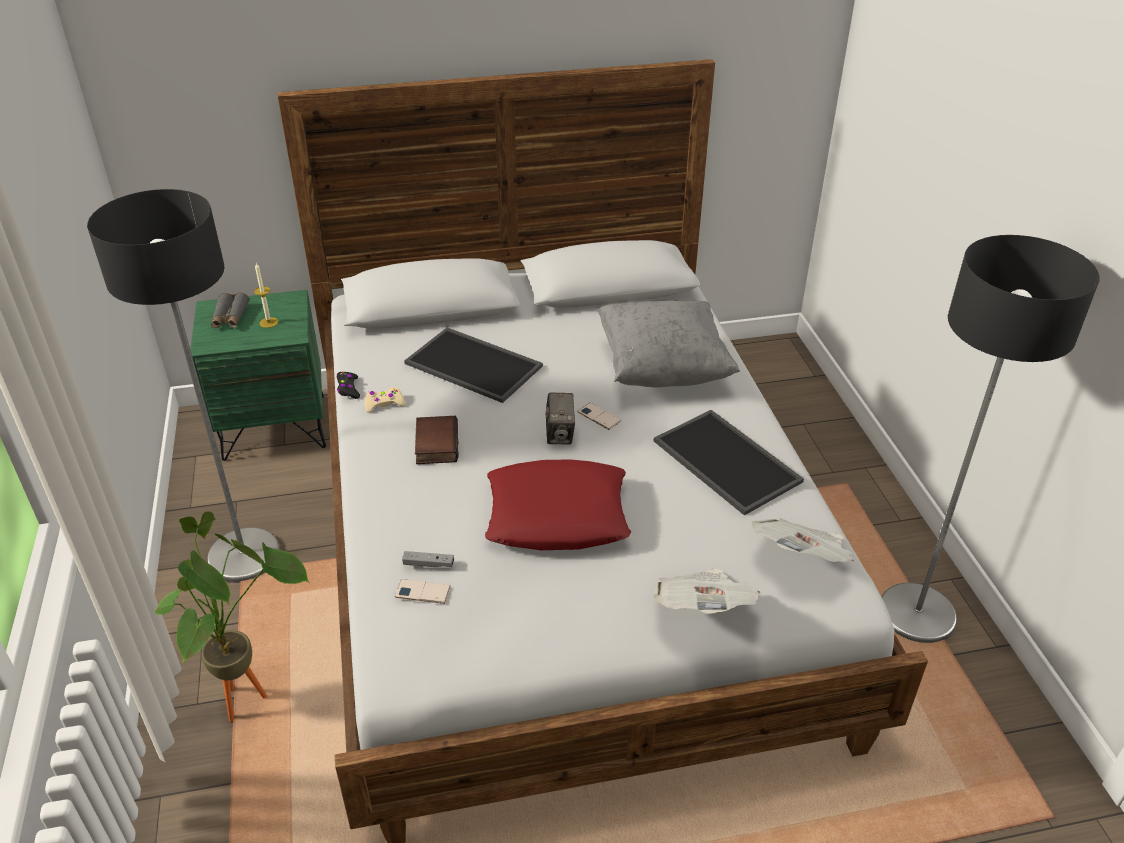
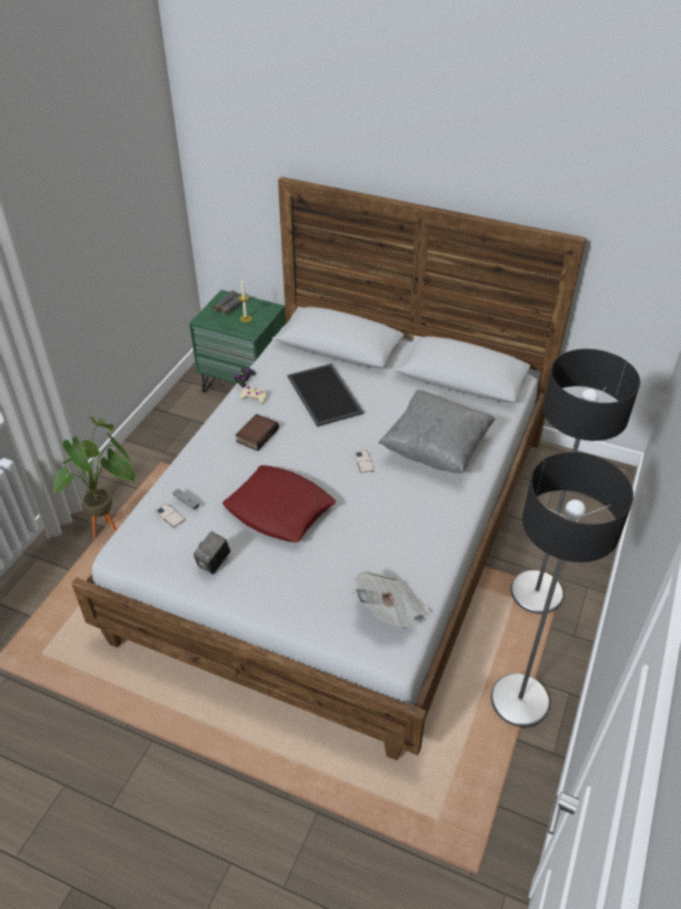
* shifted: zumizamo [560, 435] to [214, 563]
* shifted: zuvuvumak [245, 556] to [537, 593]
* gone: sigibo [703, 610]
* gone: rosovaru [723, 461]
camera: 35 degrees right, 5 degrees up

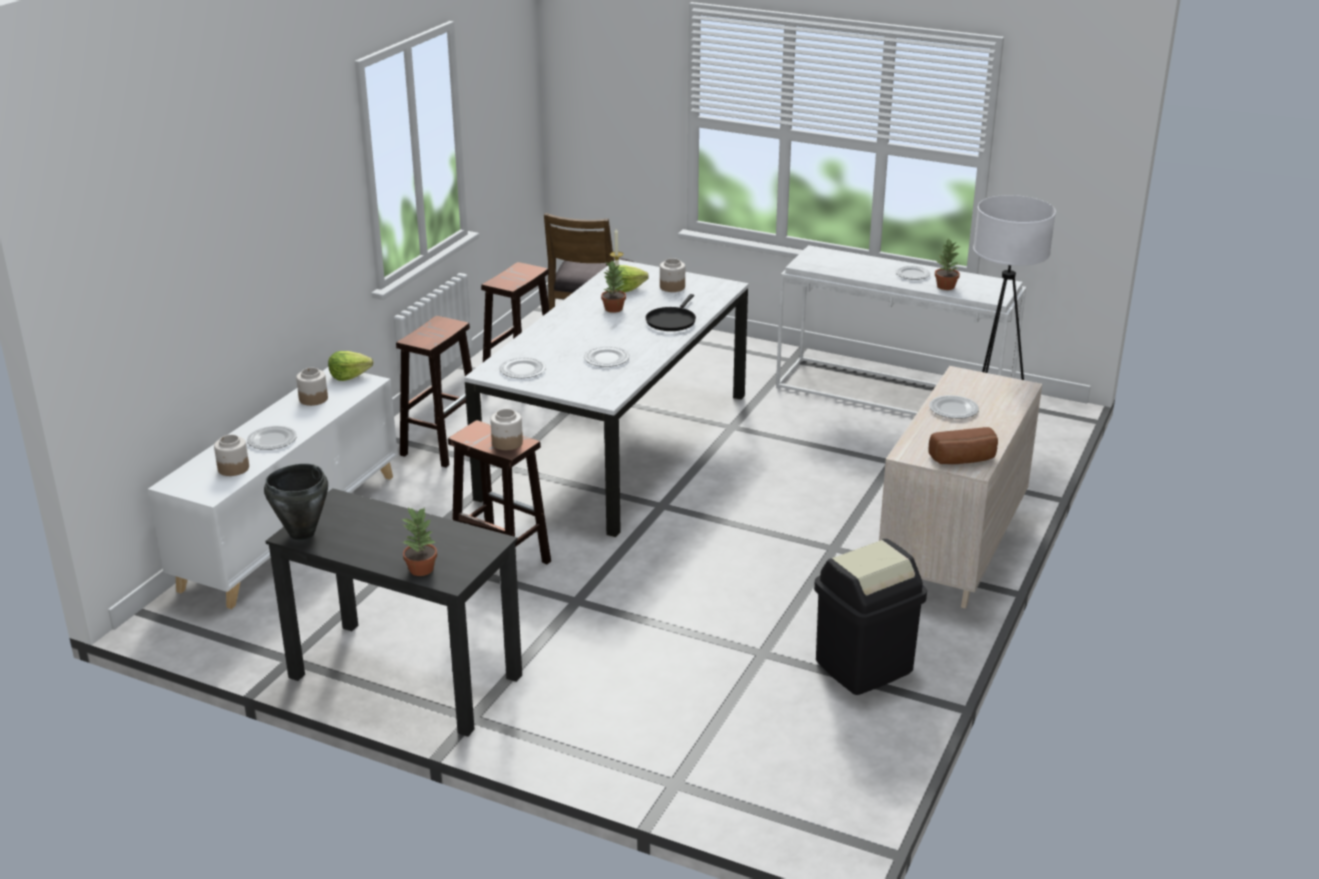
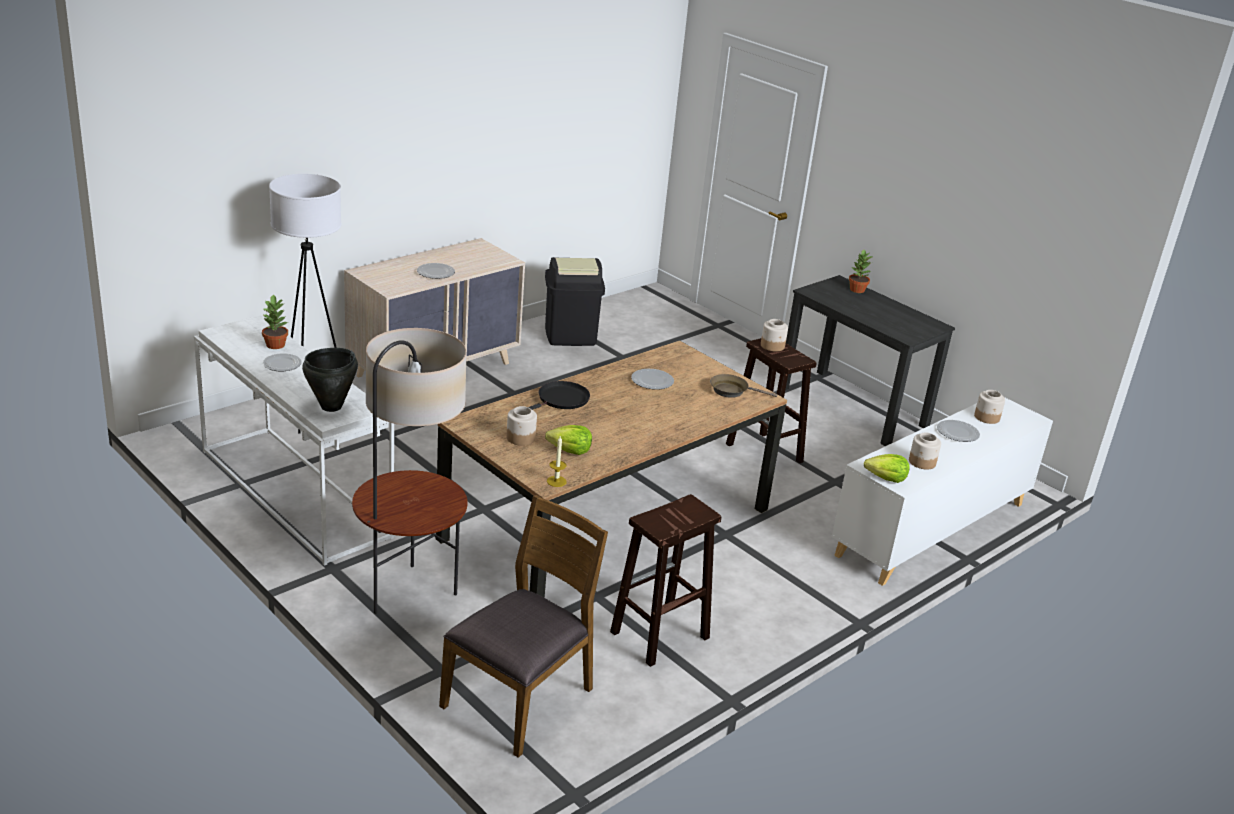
* shifted: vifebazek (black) [301, 533] to [332, 406]
* new: zuvuvumak [408, 594]
* repainted: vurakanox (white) [617, 445] to vurakanox (brown) [608, 523]
* swapped: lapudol [523, 370] to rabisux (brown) [732, 391]
* gone: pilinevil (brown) [442, 445]
* gone: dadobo [613, 308]
* gone: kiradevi [964, 460]
camera: 160 degrees left, 0 degrees up

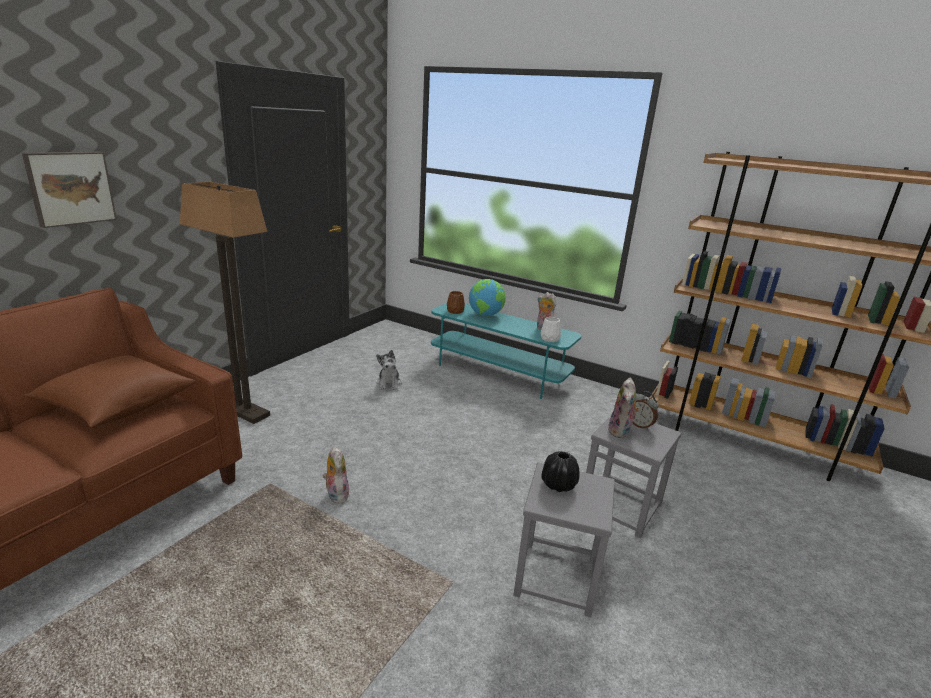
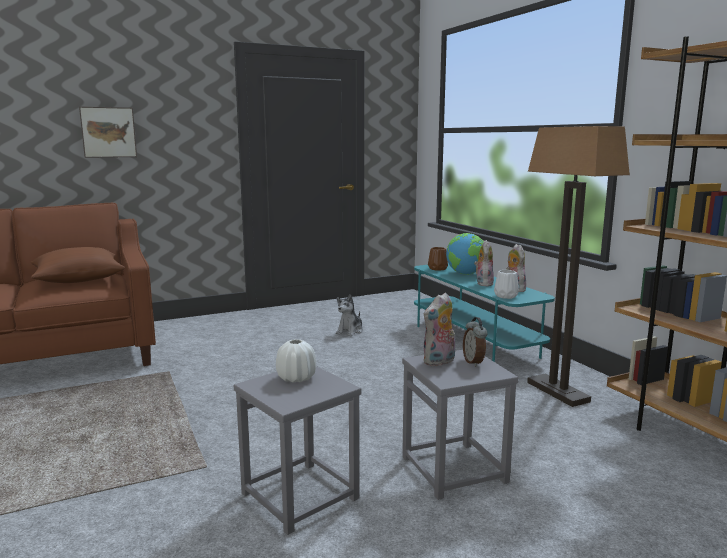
* repainted: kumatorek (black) [558, 484] to kumatorek (white) [296, 378]
* shifted: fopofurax [336, 494] to [483, 283]
* shifted: zuvuvumak [244, 411] to [558, 392]
camera: 35 degrees right, 10 degrees down

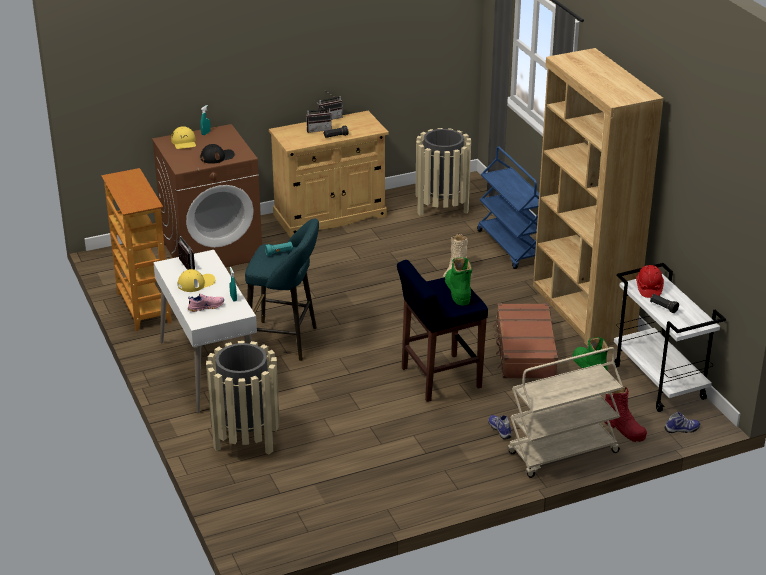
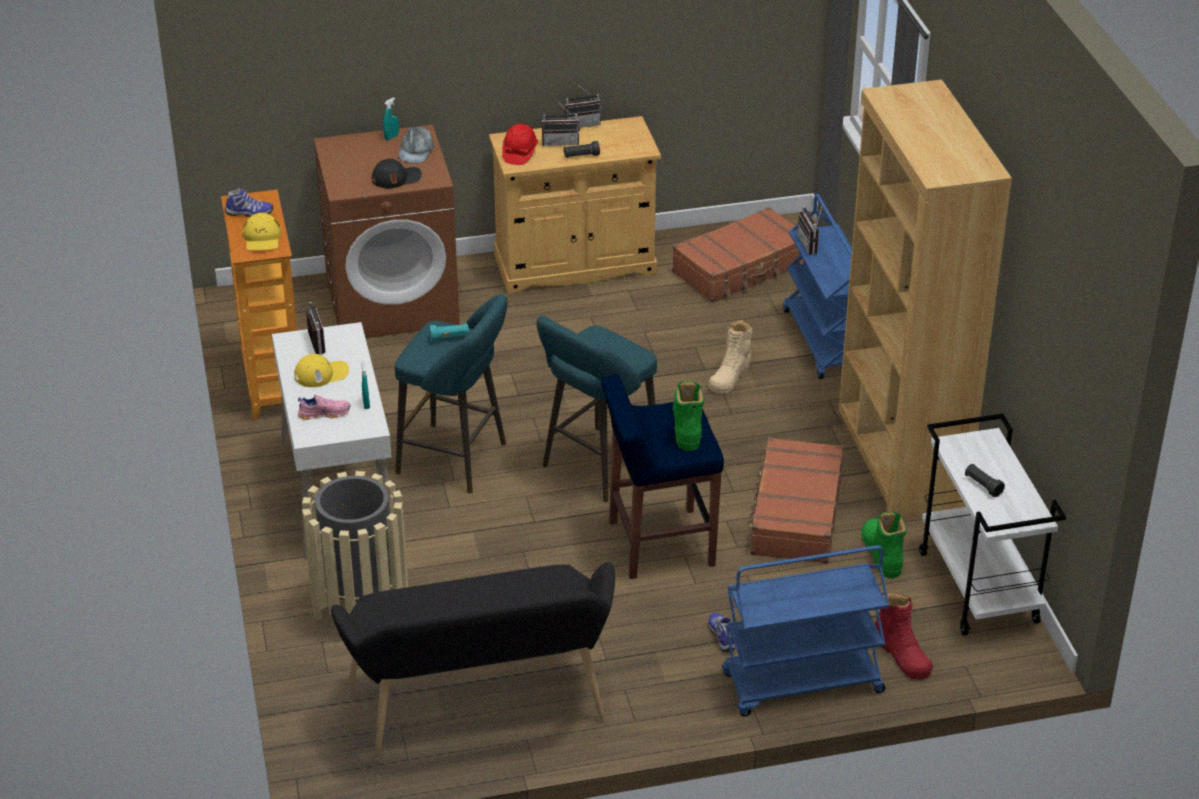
* shifted: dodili [682, 429] to [249, 213]
* shifted: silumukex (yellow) [184, 142] to [262, 238]
* new: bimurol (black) [482, 710]
* new: silumukex (grey) [416, 151]
* shifted: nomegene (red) [648, 288] to [519, 153]
* new: pilinevil (turquoise) [596, 468]
* swapped: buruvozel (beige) [442, 208] to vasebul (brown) [741, 268]
* repainted: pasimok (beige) [562, 453] to pasimok (blue) [801, 684]
* new: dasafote [811, 244]
camera: 10 degrees right, 5 degrees up

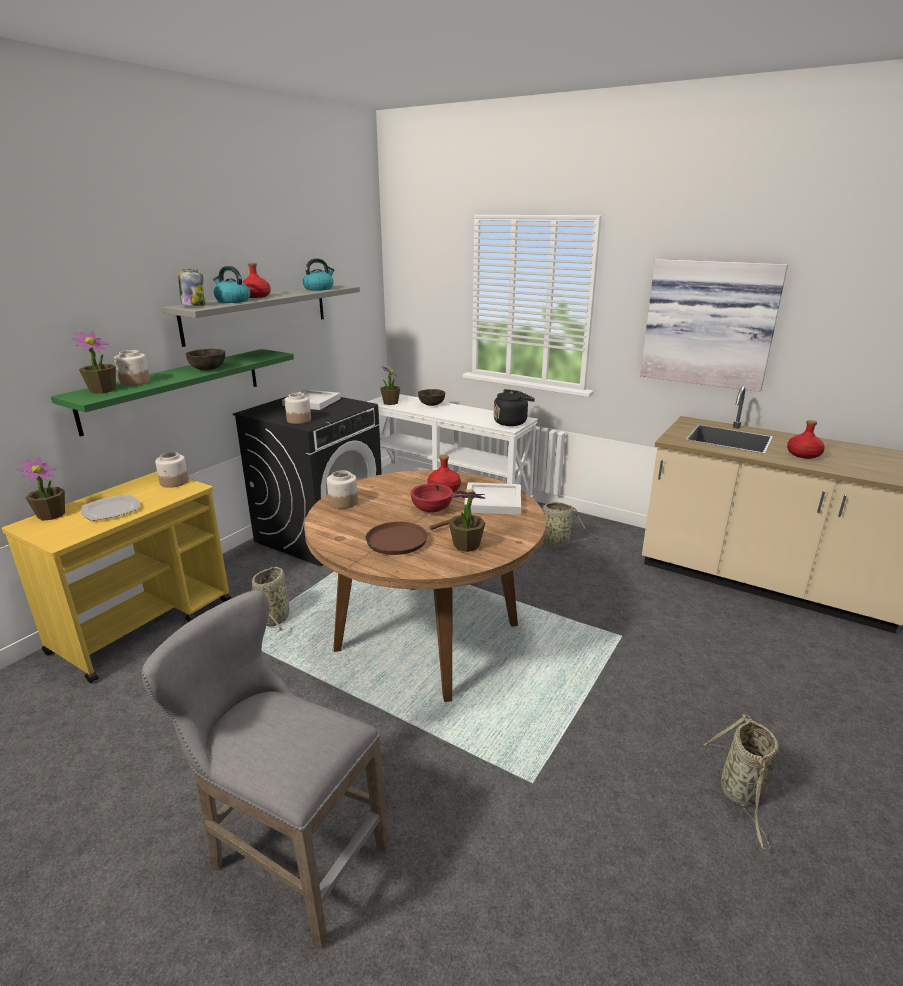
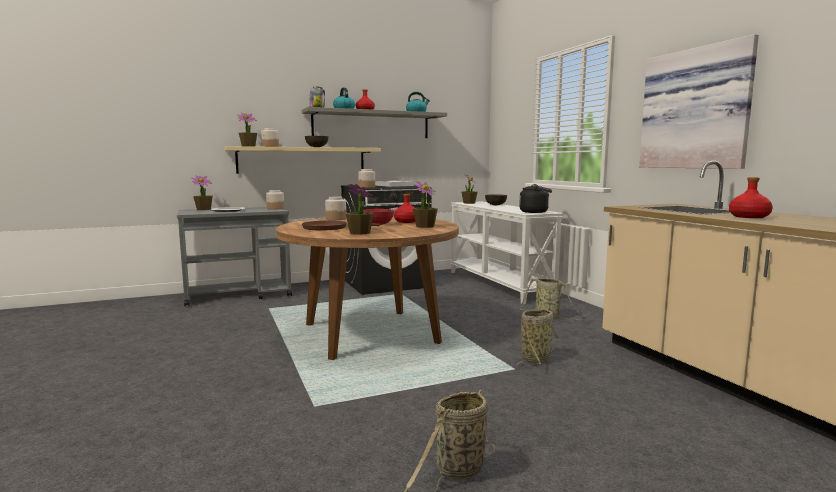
* repainted: pasimok (yellow) [145, 625] to pasimok (grey) [239, 295]
* repainted: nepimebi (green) [175, 388] to nepimebi (beige) [302, 160]
* swapped: rosovaru (white) [492, 501] to dadobo [425, 226]
* shifted: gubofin [275, 617] to [537, 359]
* gone: pilinevil (grey) [289, 857]
camera: 35 degrees right, 15 degrees down

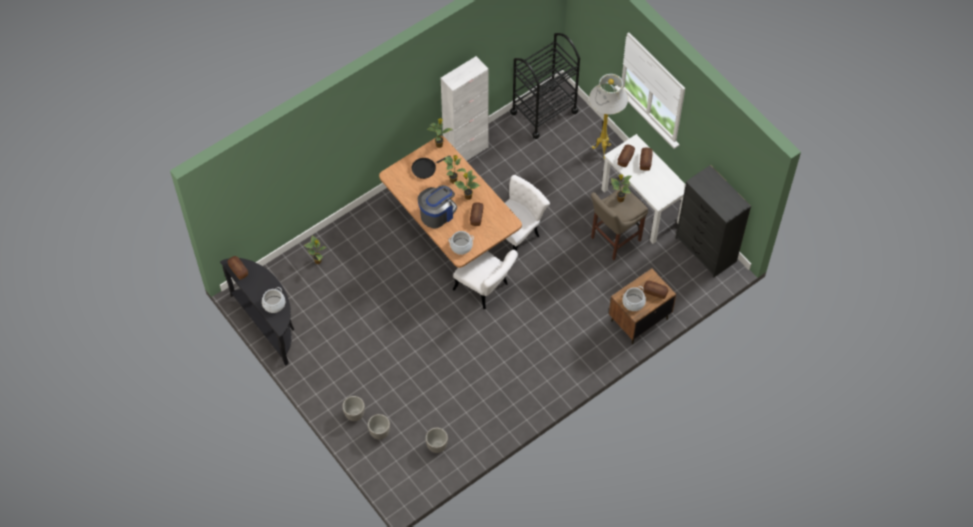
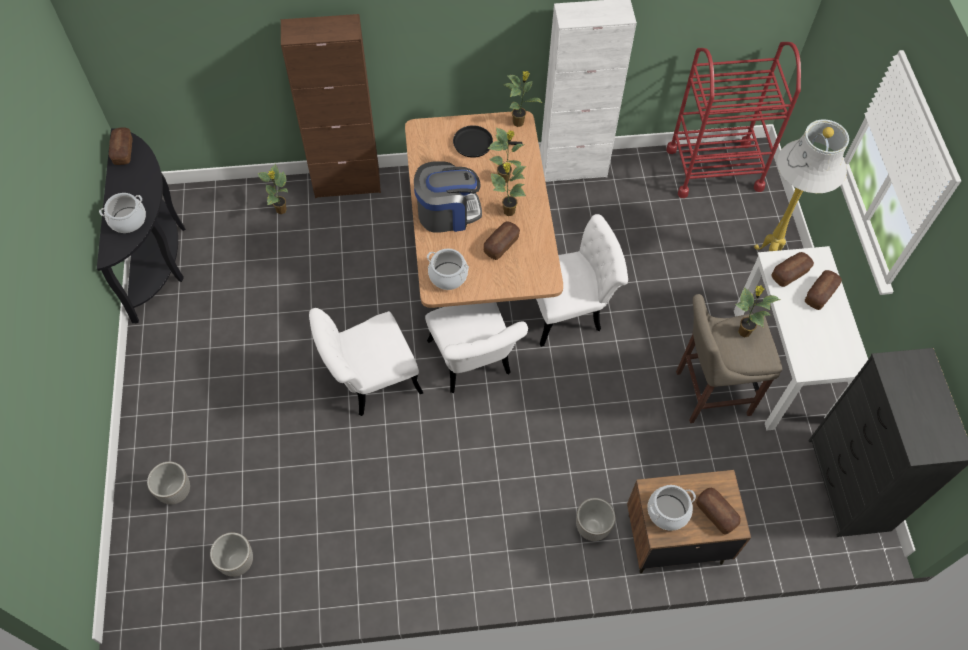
* new: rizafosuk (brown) [347, 184]
* new: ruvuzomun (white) [370, 381]
* shifted: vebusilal [354, 414] to [591, 527]
* repainted: pasimok (black) [544, 112] to pasimok (red) [714, 169]
camera: 30 degrees right, 0 degrees up

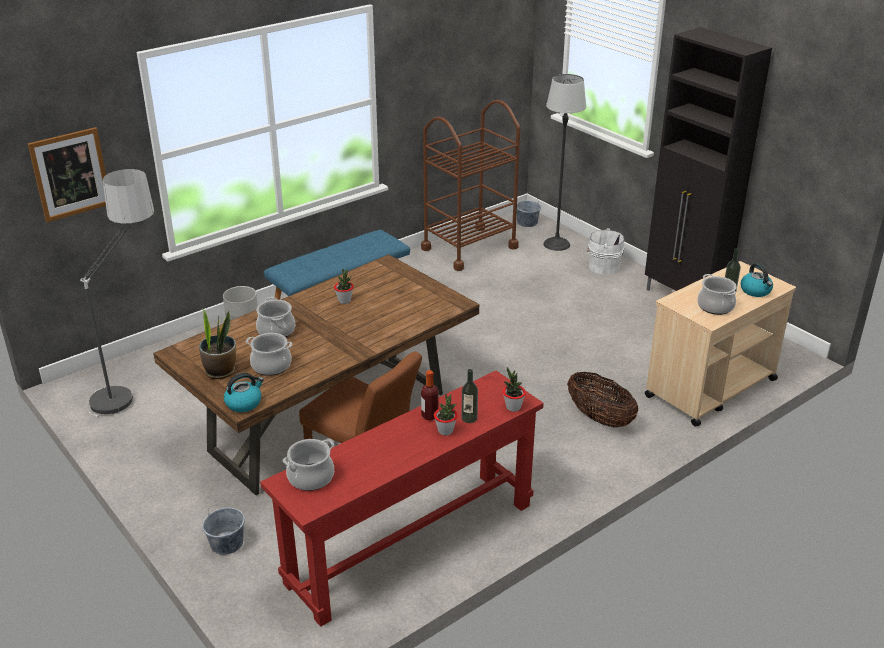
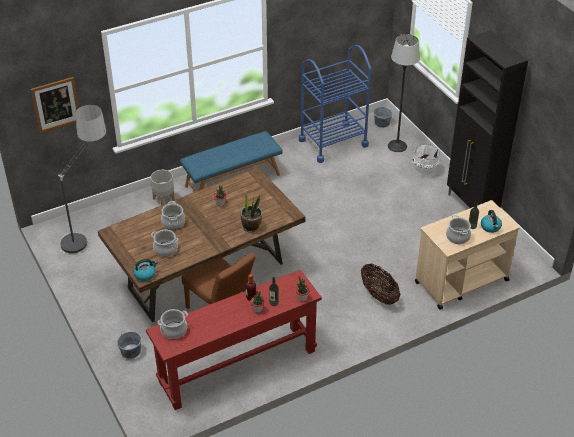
* shifted: dadobo [220, 371] to [251, 227]
* repainted: pasimok (brown) [469, 248] to pasimok (blue) [333, 142]
camera: 10 degrees right, 10 degrees up

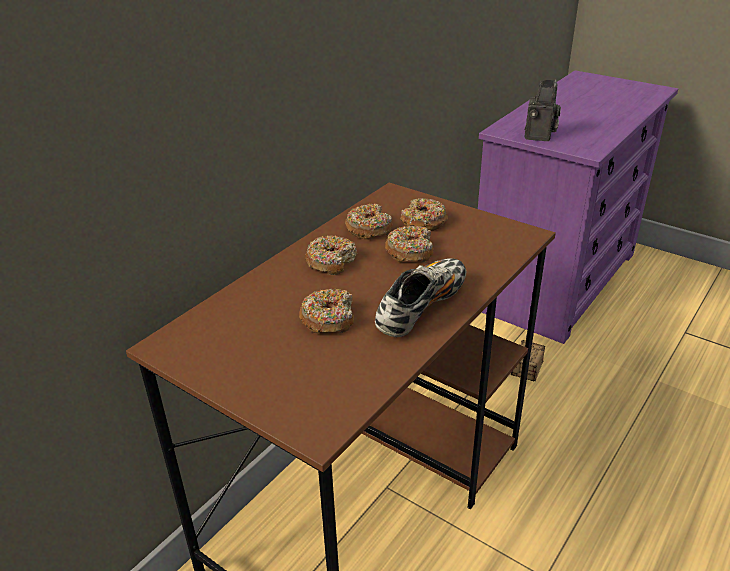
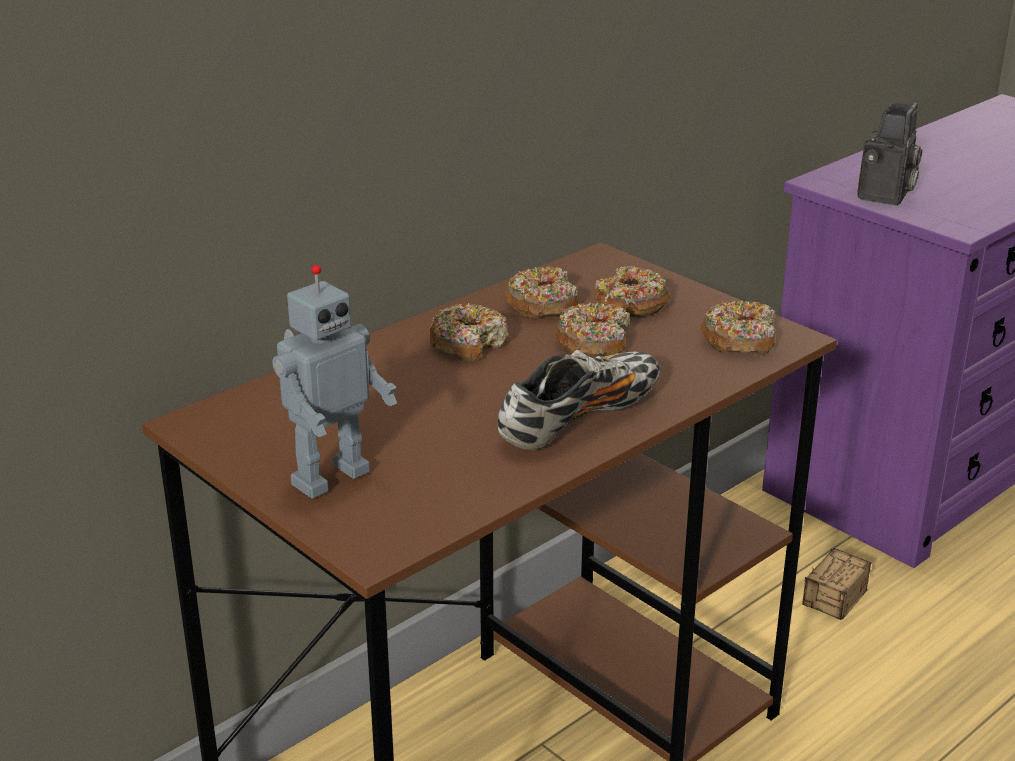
* new: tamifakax [328, 476]
* shifted: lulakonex [328, 319] to [739, 340]
camera: 10 degrees right, 5 degrees down

